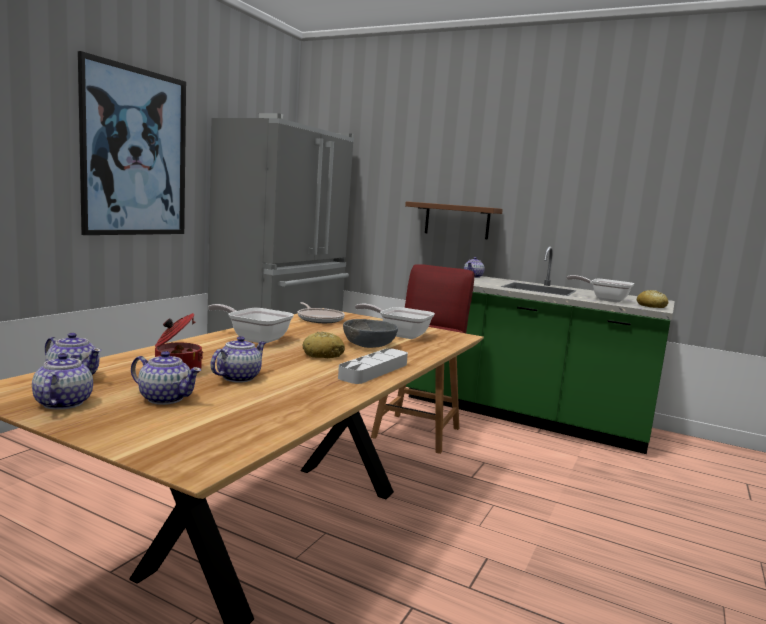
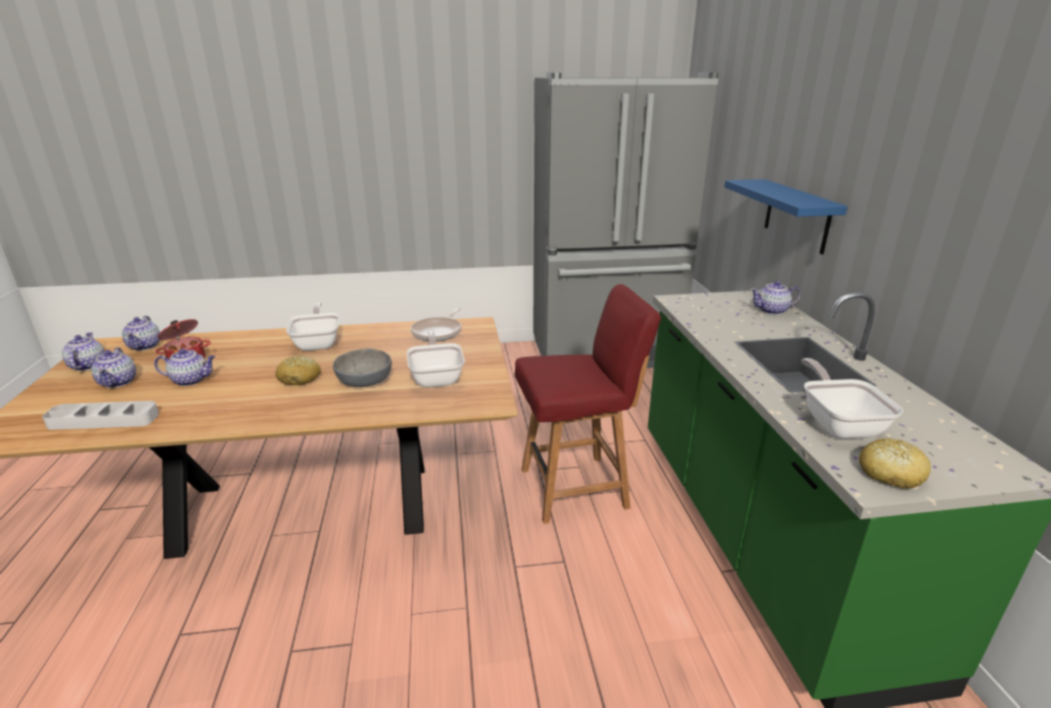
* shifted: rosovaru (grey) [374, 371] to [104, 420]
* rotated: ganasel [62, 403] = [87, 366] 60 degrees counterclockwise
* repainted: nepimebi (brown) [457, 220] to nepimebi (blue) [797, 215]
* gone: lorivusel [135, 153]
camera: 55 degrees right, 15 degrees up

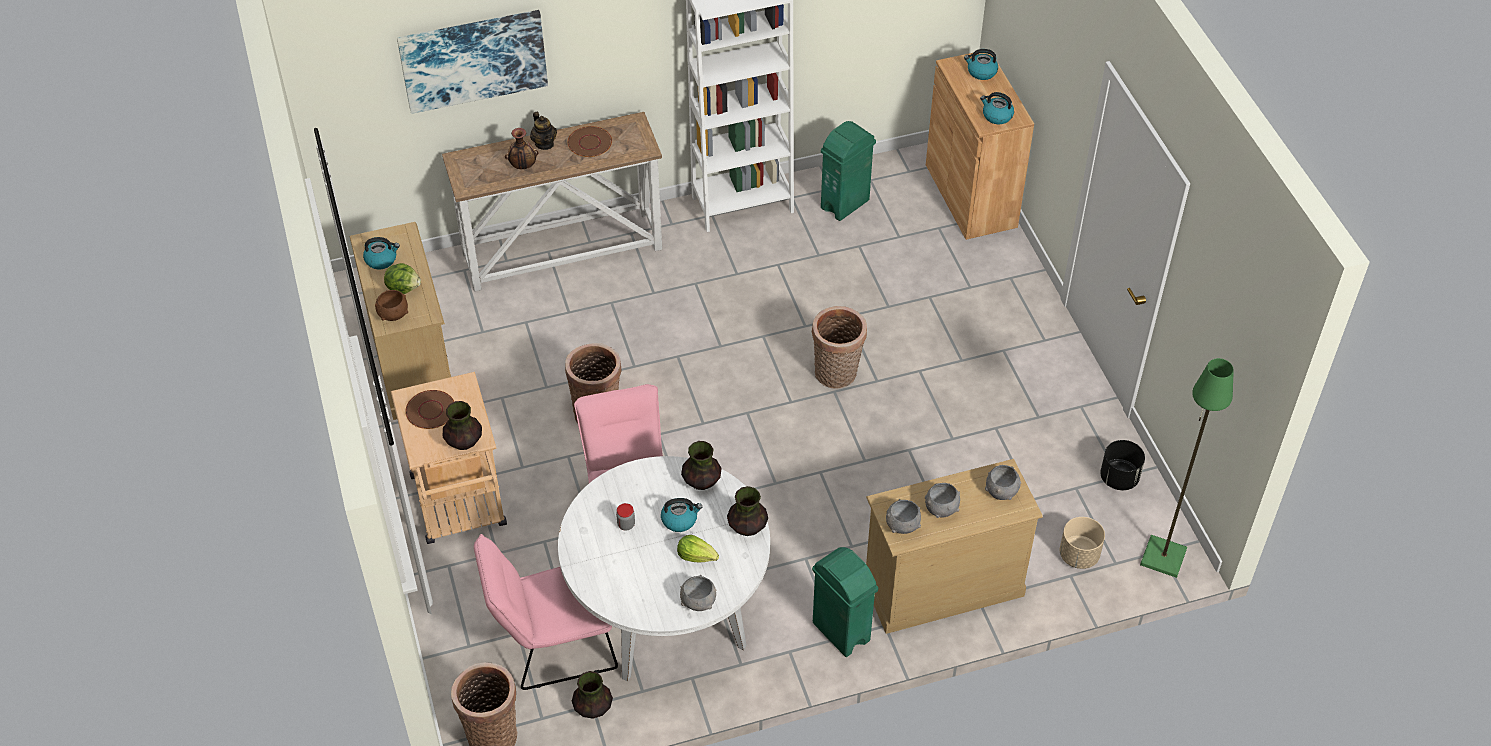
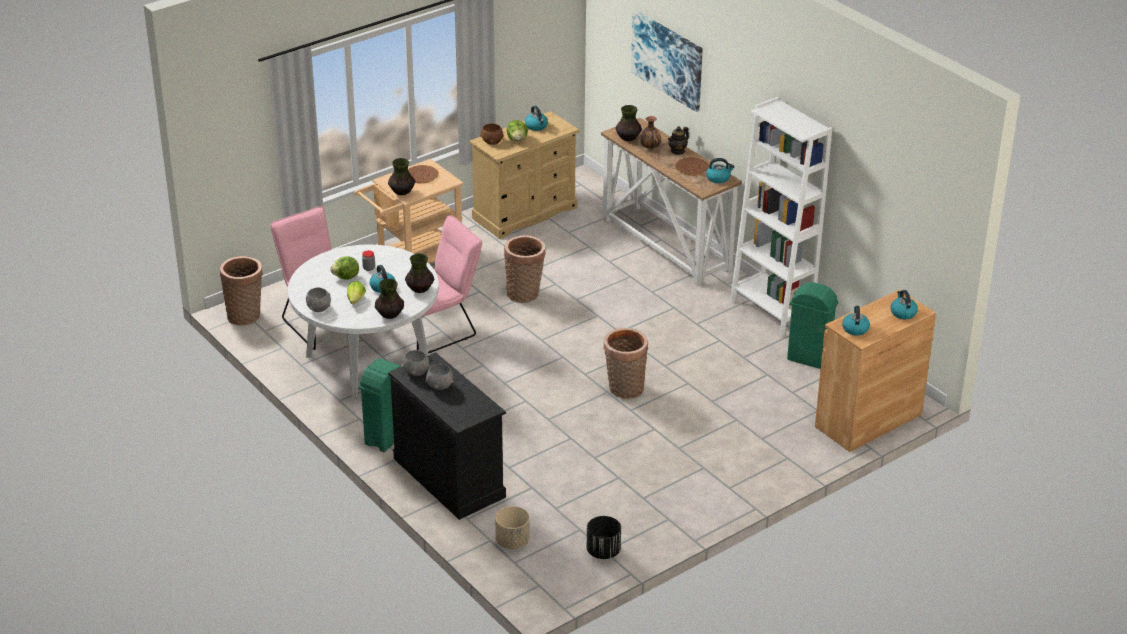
* new: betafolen [346, 277]
* repainted: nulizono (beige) [942, 585] to nulizono (black) [449, 477]
* shifted: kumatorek [593, 708] to [628, 138]
* new: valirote [718, 178]
* gone: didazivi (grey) [1002, 491]
* gone: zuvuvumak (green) [1162, 558]
camera: 70 degrees right, 15 degrees down

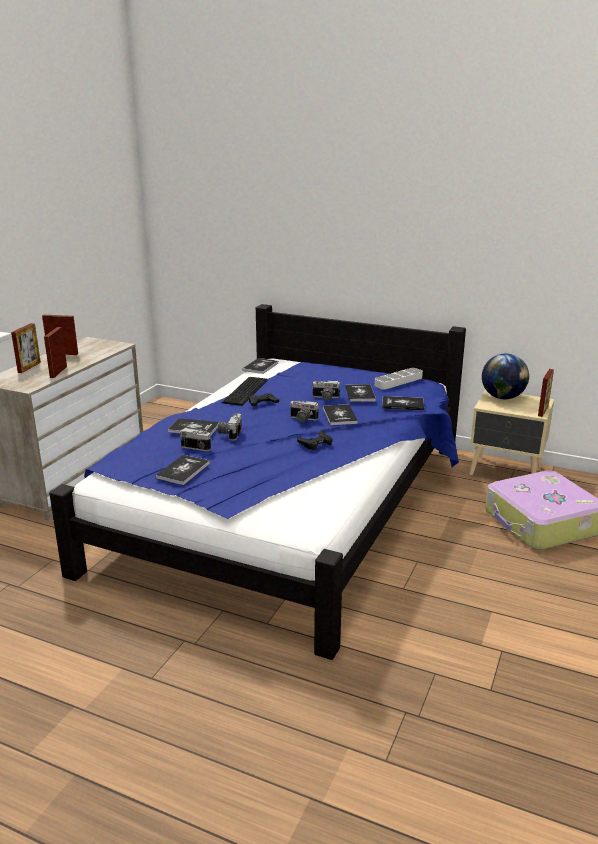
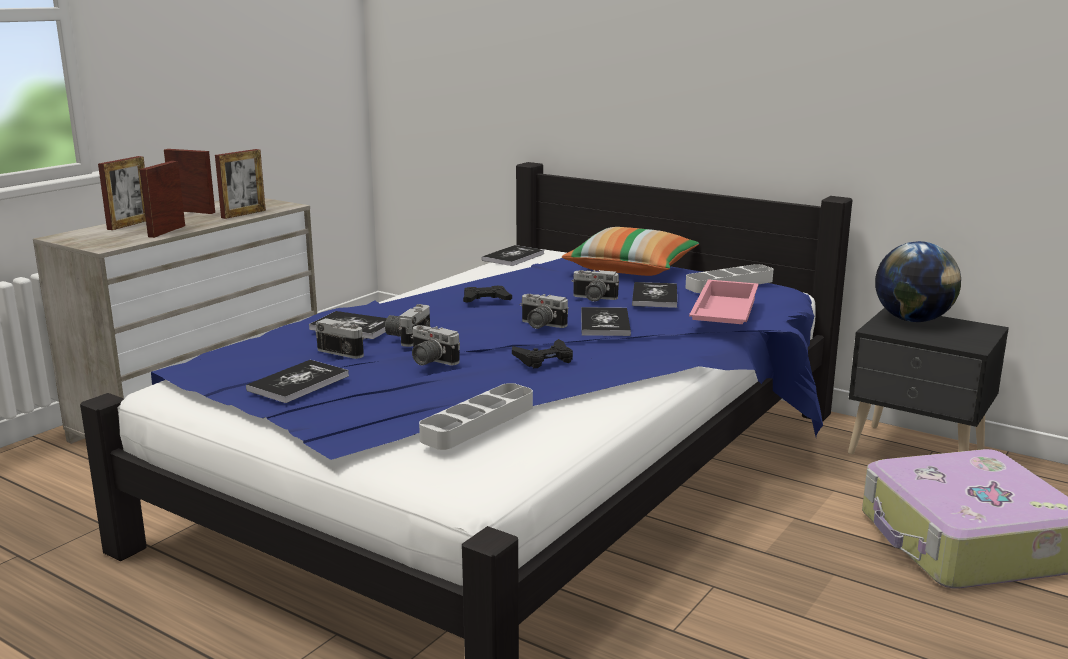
* shifted: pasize [543, 411] to [243, 214]
* new: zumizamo [429, 361]
* new: rosovaru (grey) [478, 423]
* new: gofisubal [631, 269]
* swapped: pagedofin [402, 404] to rosovaru (pink) [722, 314]
* repainted: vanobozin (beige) [506, 472] to vanobozin (black) [917, 454]
* gone: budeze [247, 391]
camera: 10 degrees right, 5 degrees down

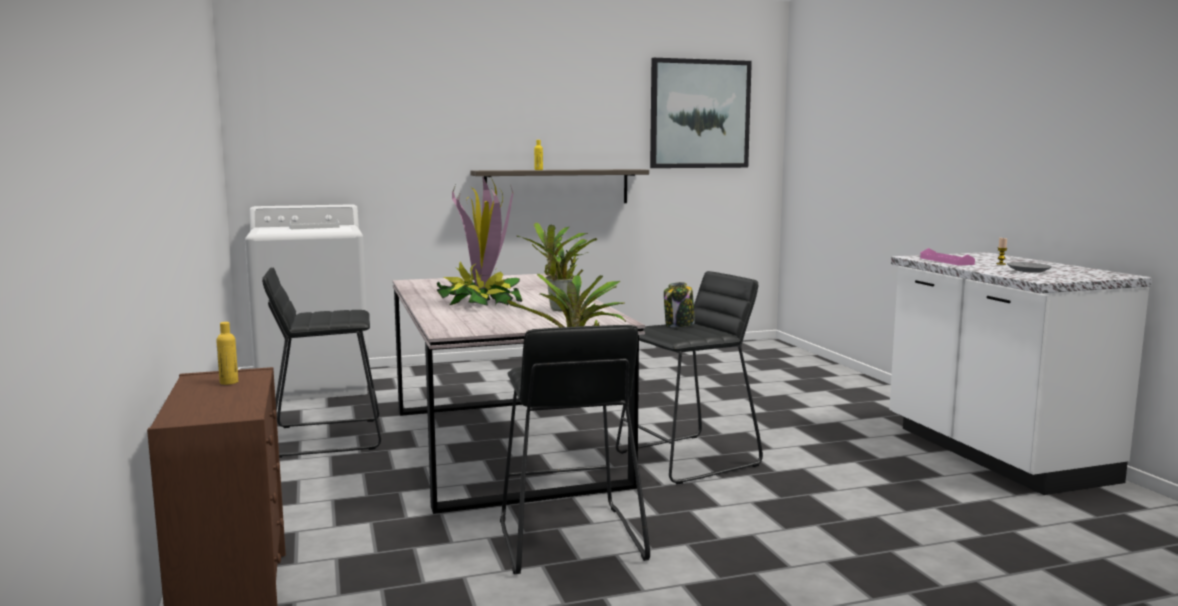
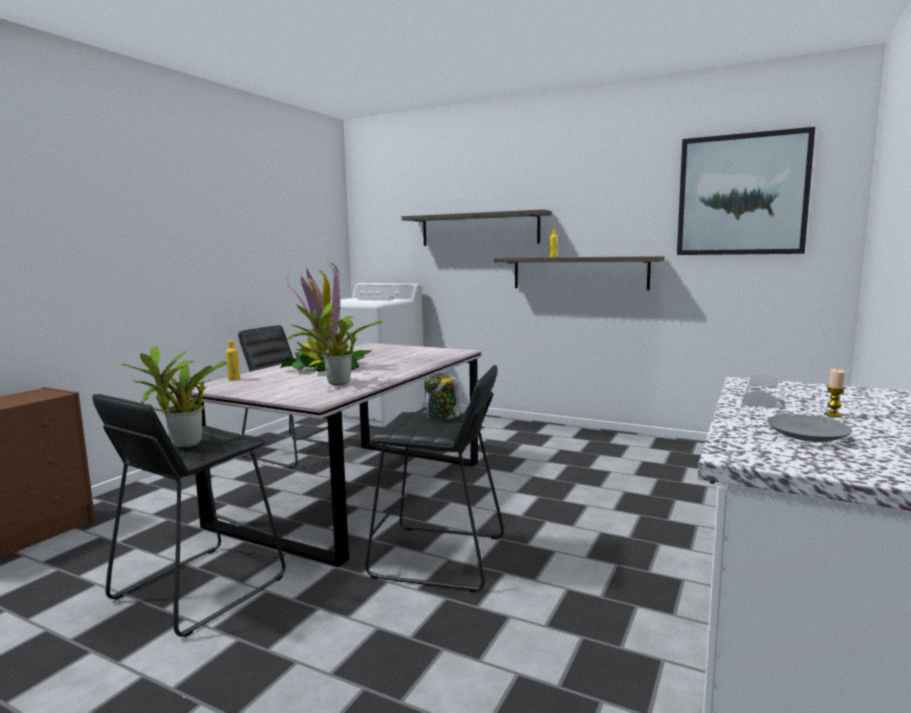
* shifted: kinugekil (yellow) [229, 382] to [234, 379]
* new: nepimebi [479, 229]
* repainted: rosovaru (pink) [946, 261] to rosovaru (white) [761, 395]
camera: 45 degrees right, 0 degrees up

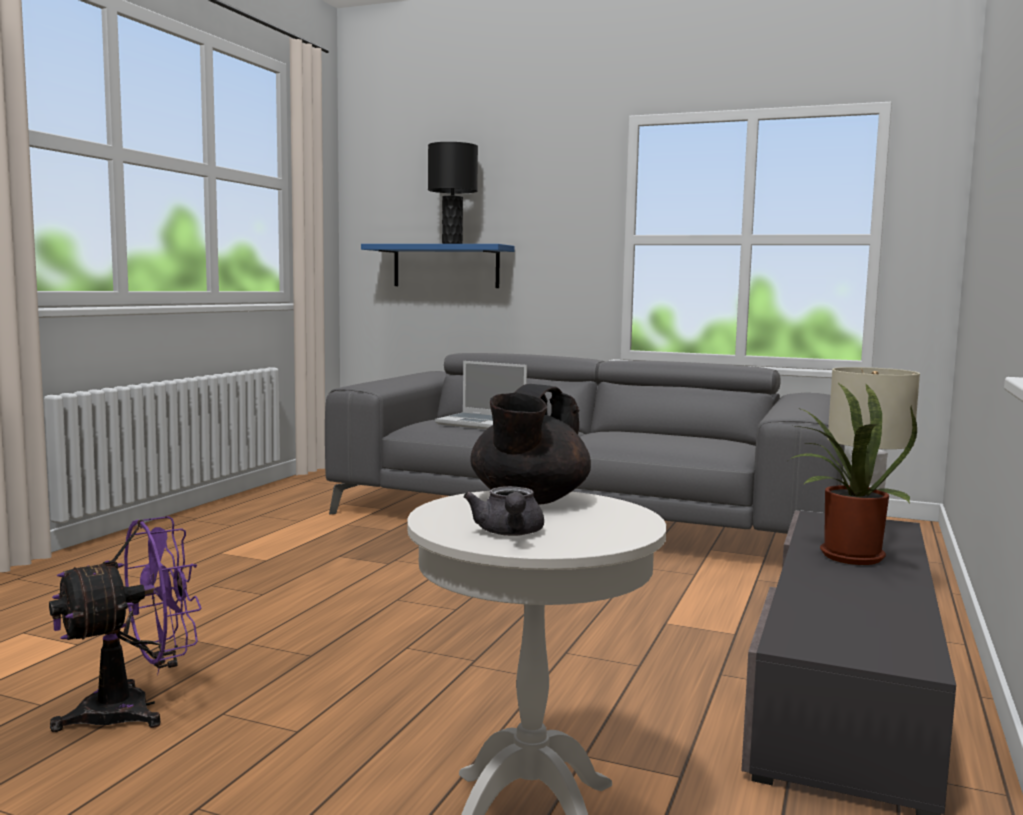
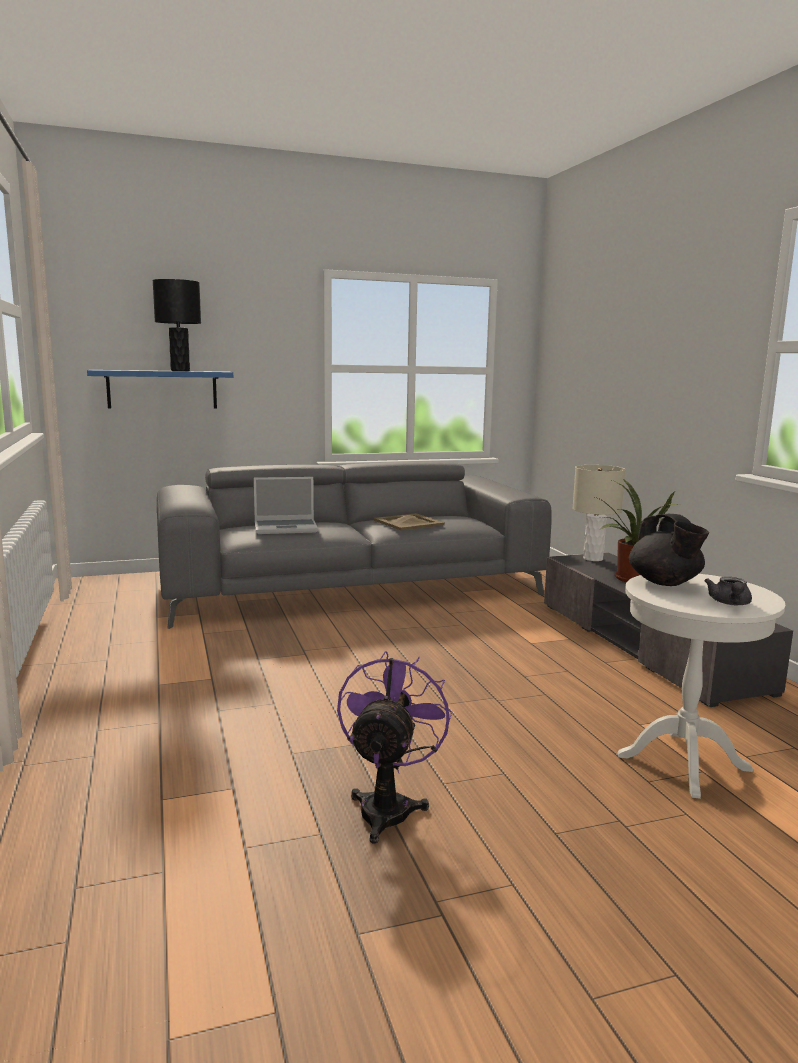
* new: rosovaru (beige) [408, 522]
* rotated: ganasel (grey) [509, 533] = [730, 603] 60 degrees clockwise
camera: 40 degrees left, 5 degrees up

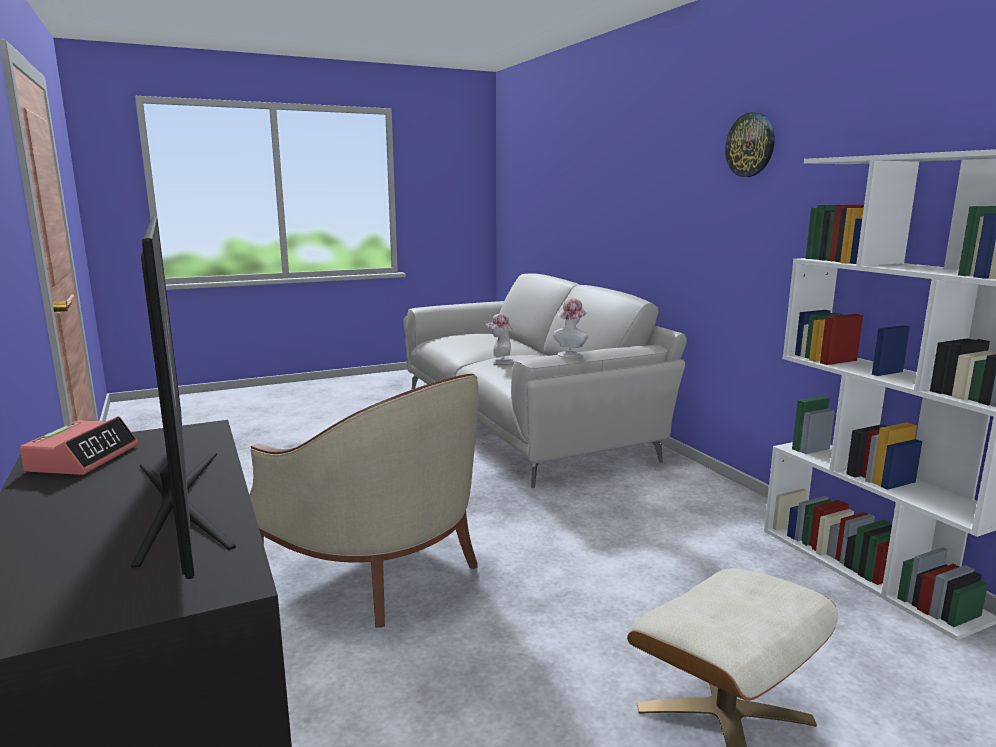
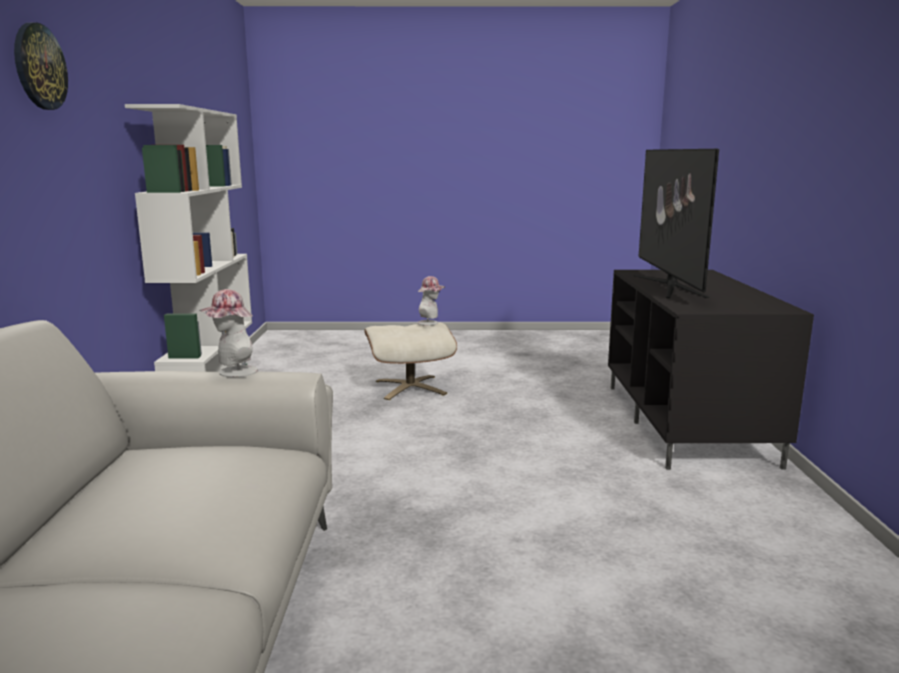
* shifted: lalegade [500, 361] to [430, 323]
* gone: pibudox [83, 458]
* gone: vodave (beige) [377, 569]
camera: 155 degrees left, 0 degrees up

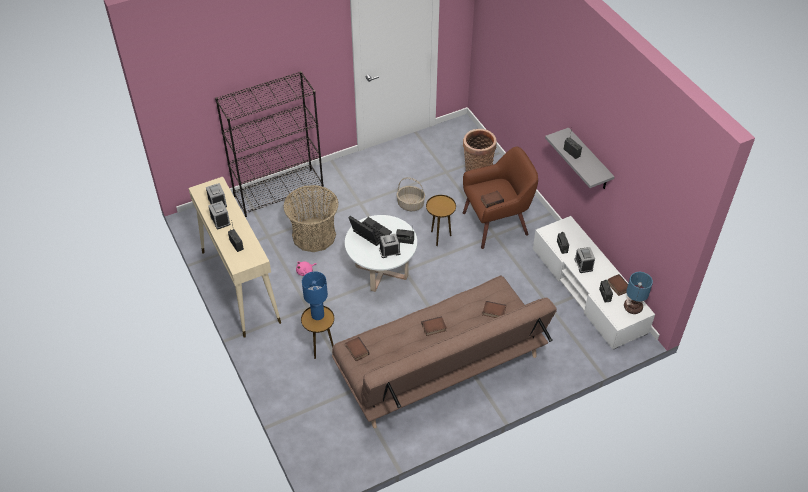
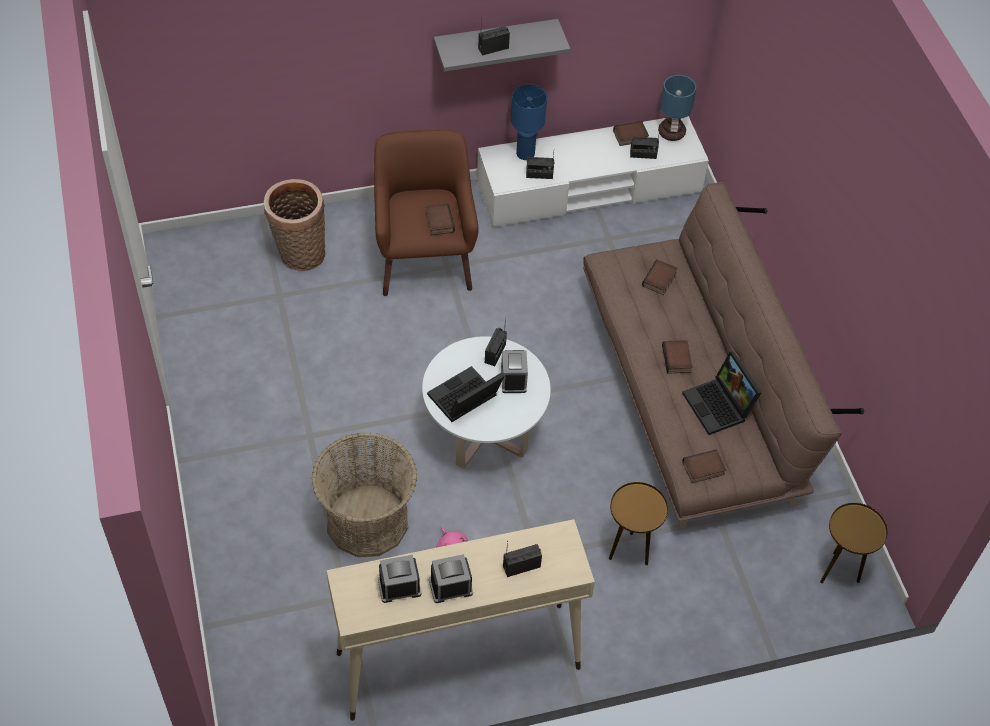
* shifted: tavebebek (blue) [317, 315] to [525, 153]
* new: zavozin [720, 406]
* shifted: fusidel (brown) [439, 237] to [838, 572]
* gone: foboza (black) [279, 192]
* gone: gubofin [411, 204]
* gone: pibudox [583, 265]
camera: 80 degrees left, 5 degrees up

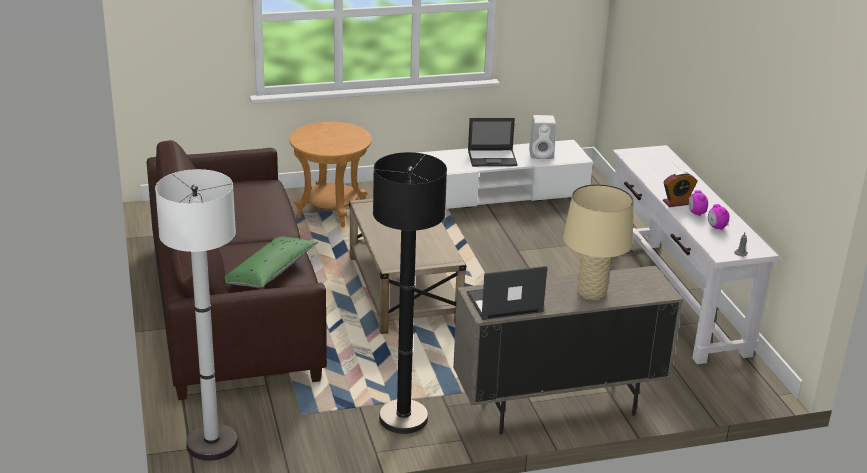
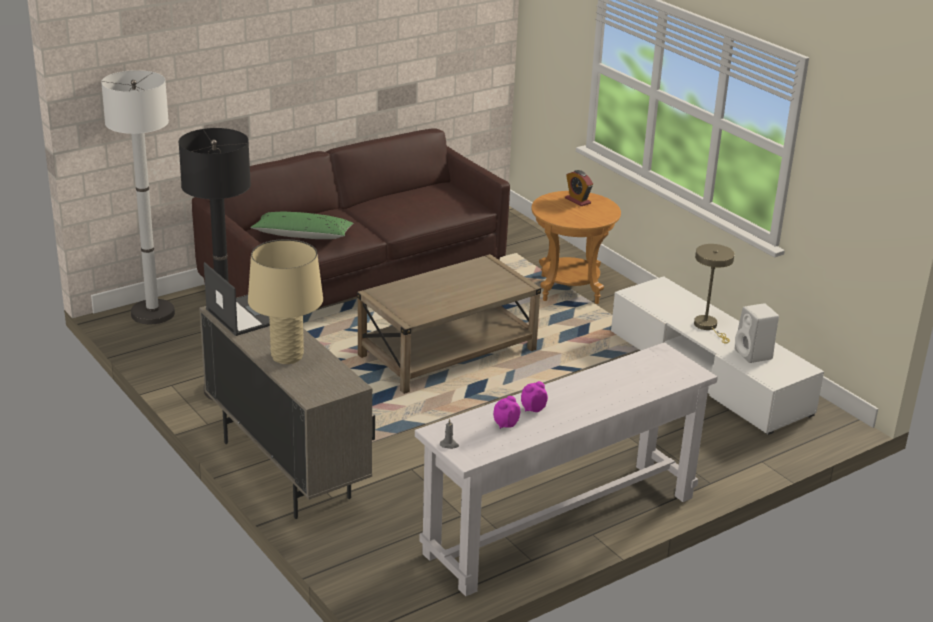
* shifted: pibudox [677, 202] to [577, 201]
* swapped: zavozin [493, 158] to tavebebek (beige) [708, 326]
camera: 70 degrees right, 0 degrees up

